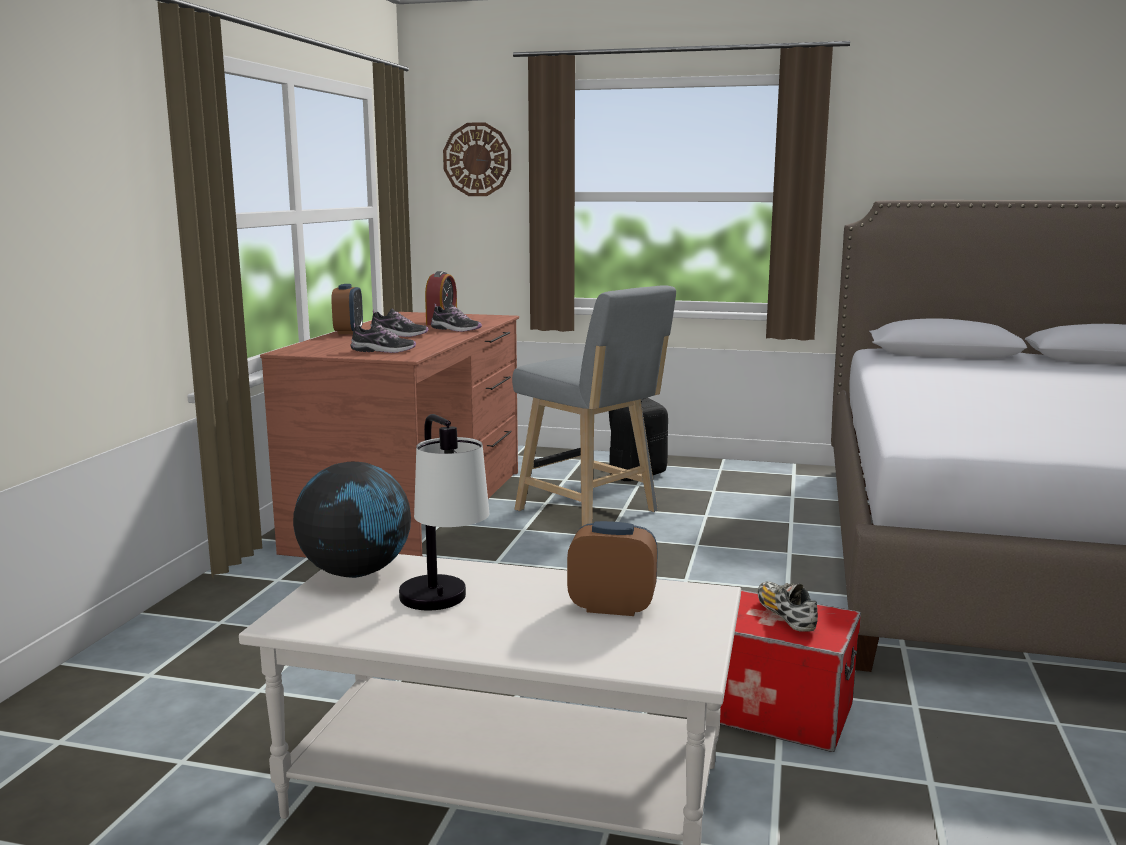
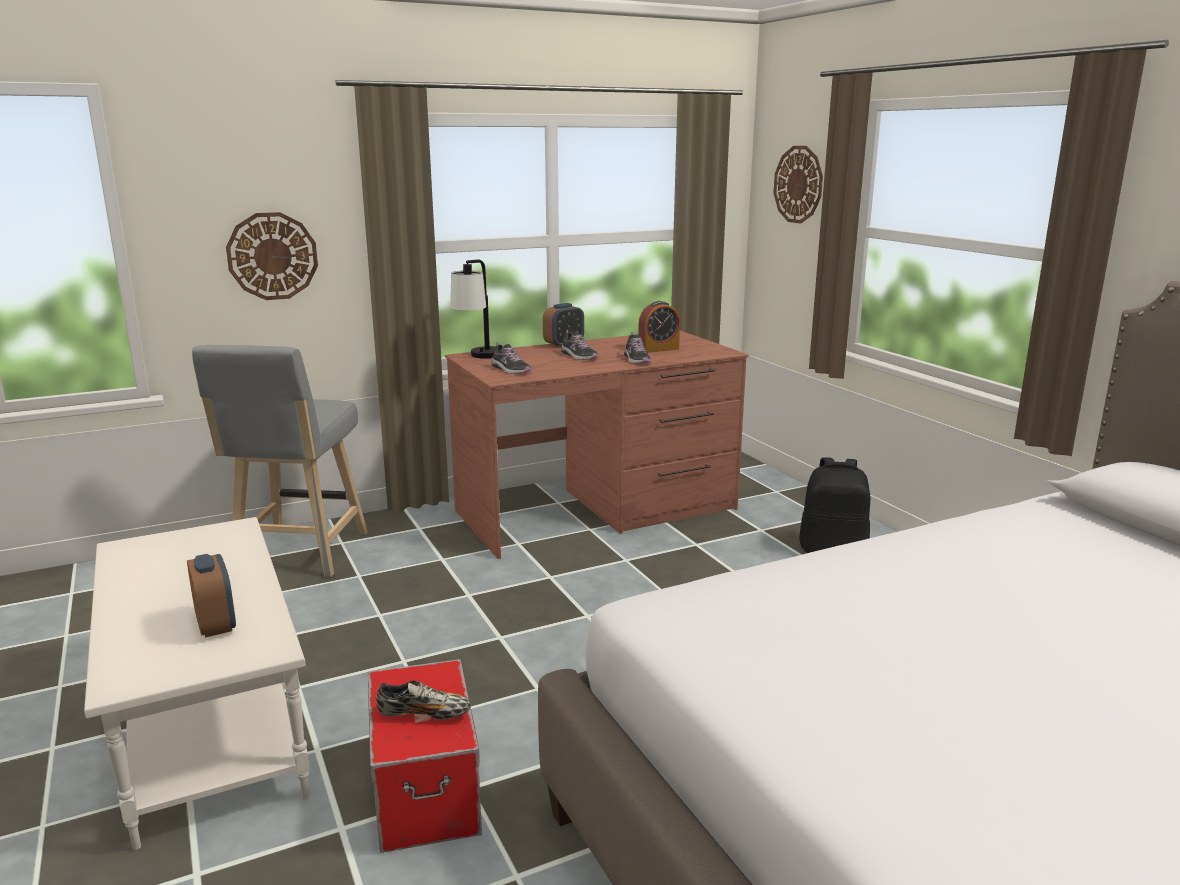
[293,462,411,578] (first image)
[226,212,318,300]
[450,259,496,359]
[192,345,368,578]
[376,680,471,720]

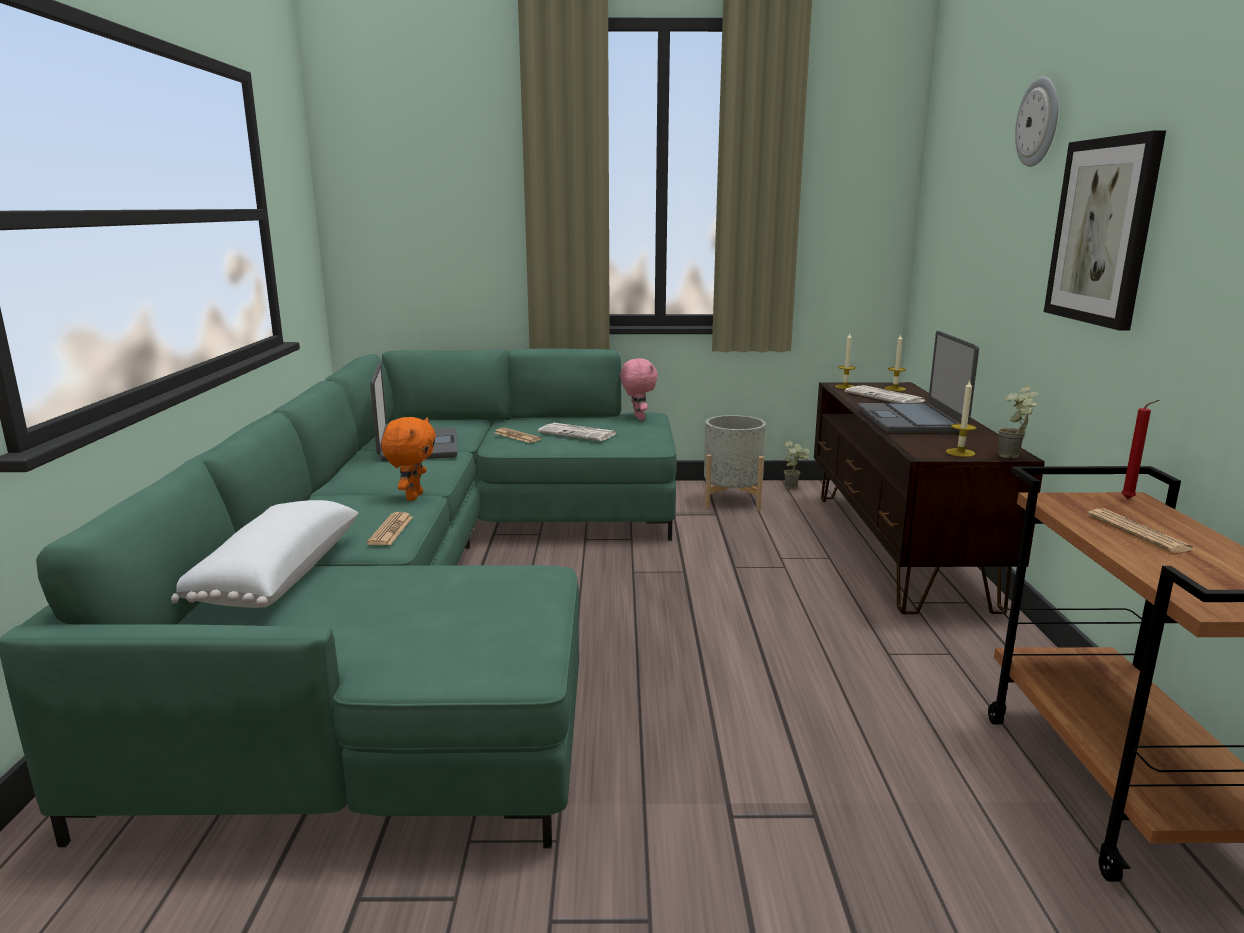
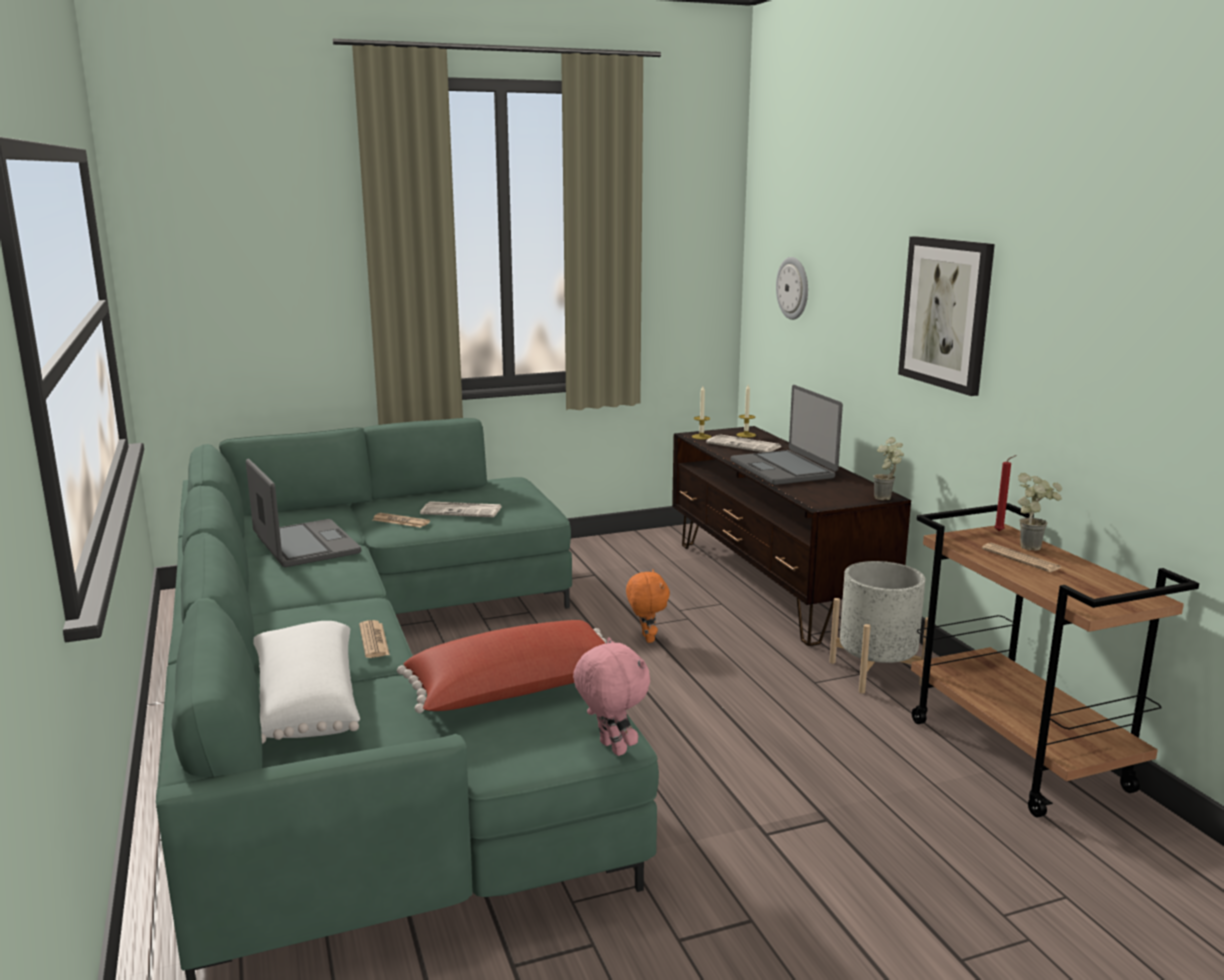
[946,380,977,457] (first image)
[397,620,606,713]
[626,569,670,643]
[573,637,650,756]
[829,561,928,694]
[1018,473,1062,550]
[776,257,808,320]

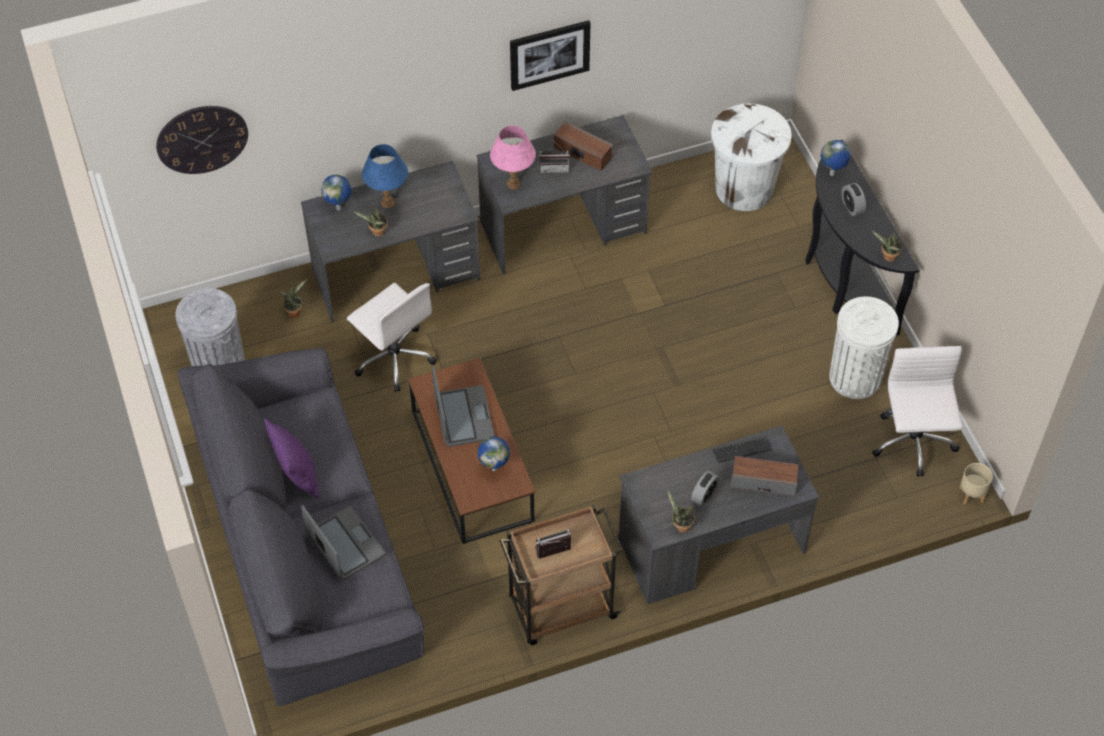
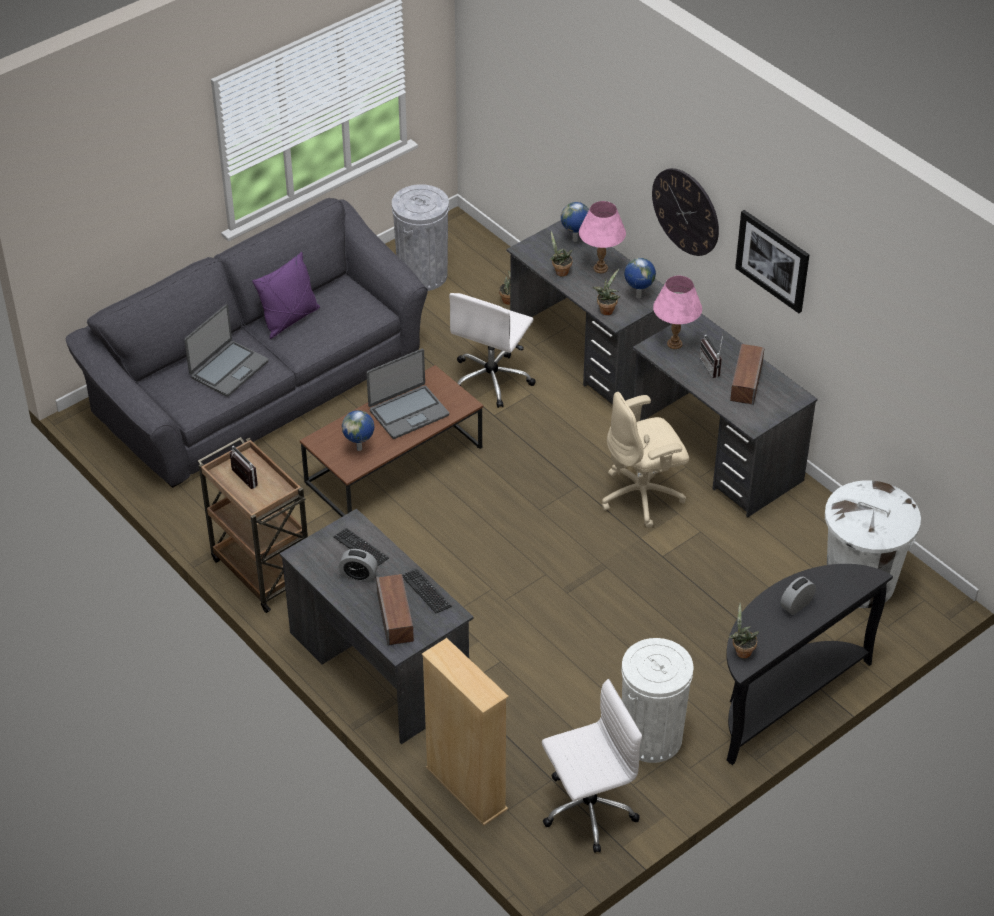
[959,463,993,505] (first image)
[333,528,389,565]
[422,638,509,826]
[602,392,689,528]
[652,168,719,256]
[592,269,620,315]
[624,258,656,298]
[579,201,626,273]

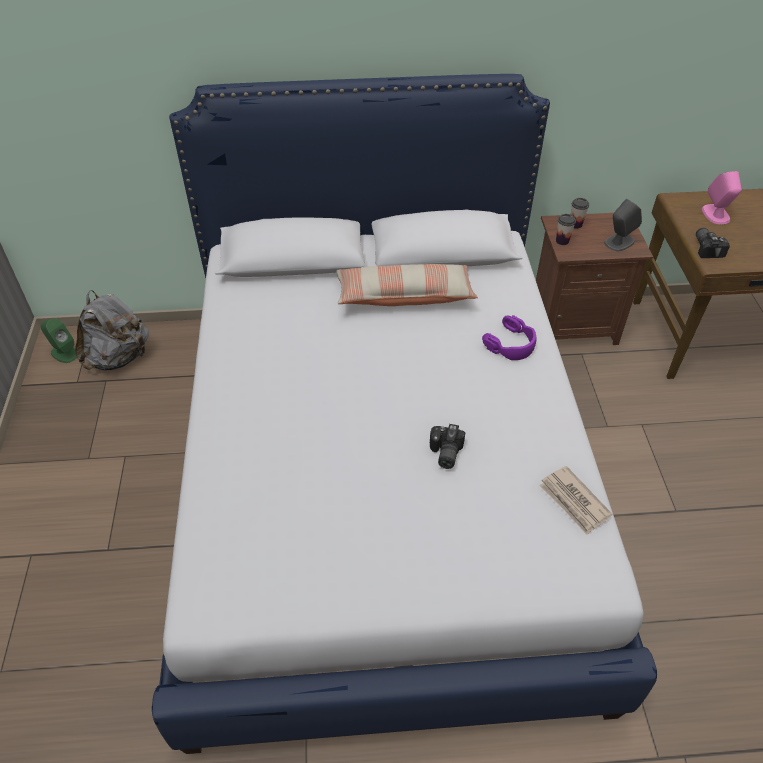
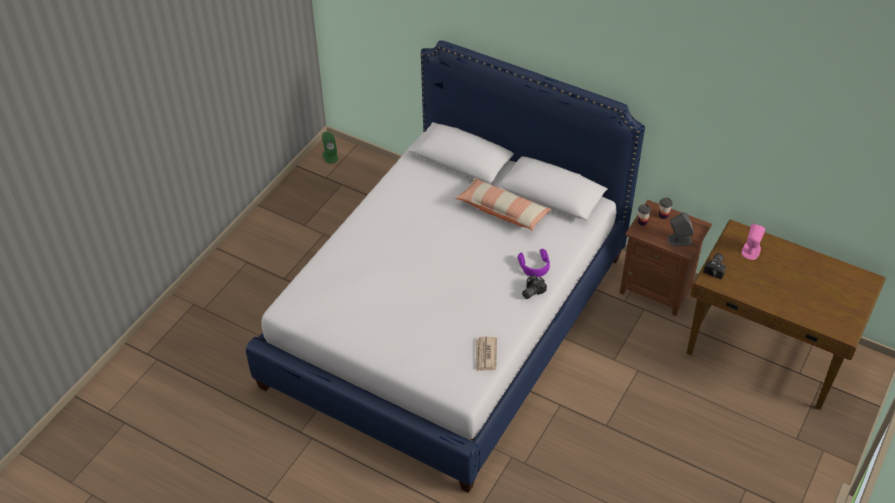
[75,290,149,370] (first image)
[522,275,547,299]

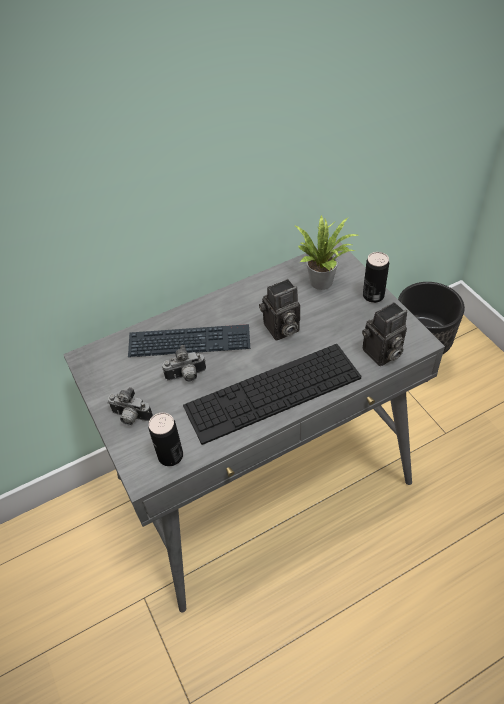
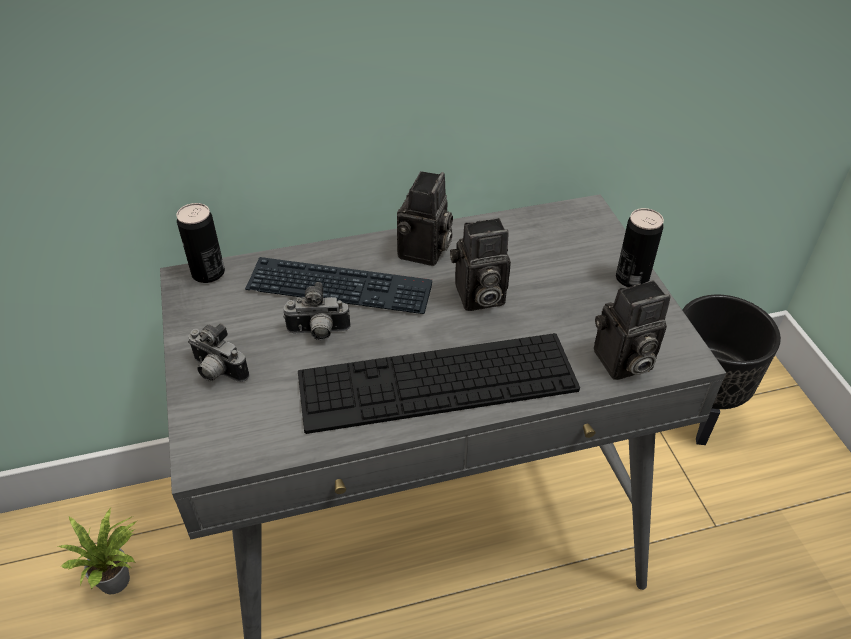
[397,171,453,266]
[176,203,225,283]
[57,508,137,594]

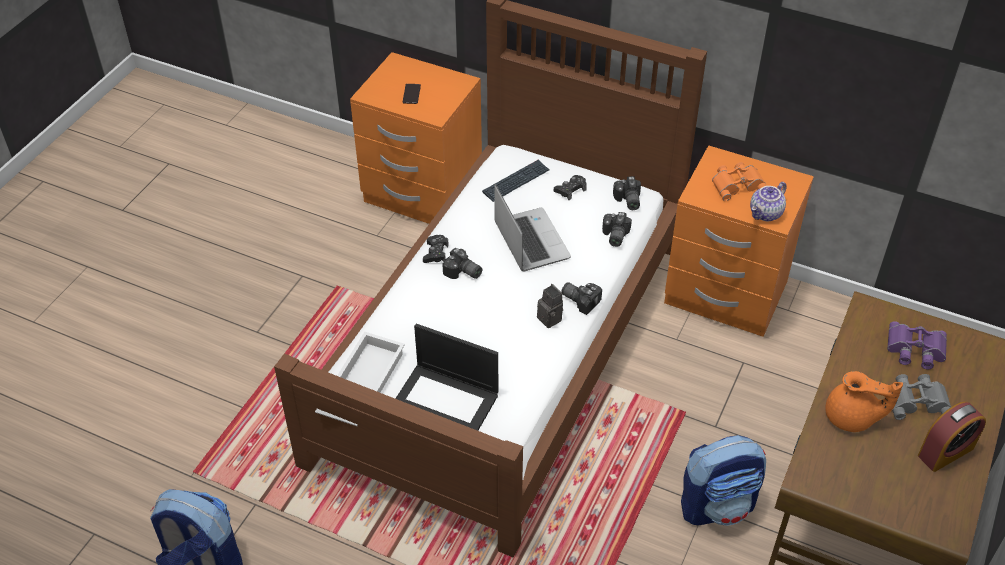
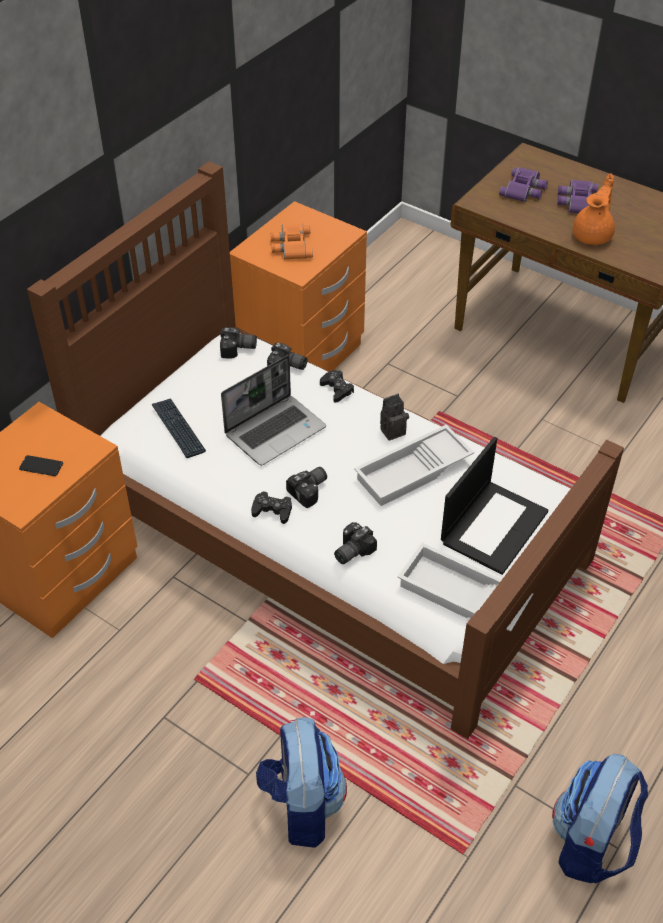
[750,182,787,221] (first image)
[918,402,986,472] (first image)
[354,424,474,506]
[320,370,354,403]
[334,522,377,564]
[256,717,347,848]
[557,180,598,213]
[221,355,326,466]

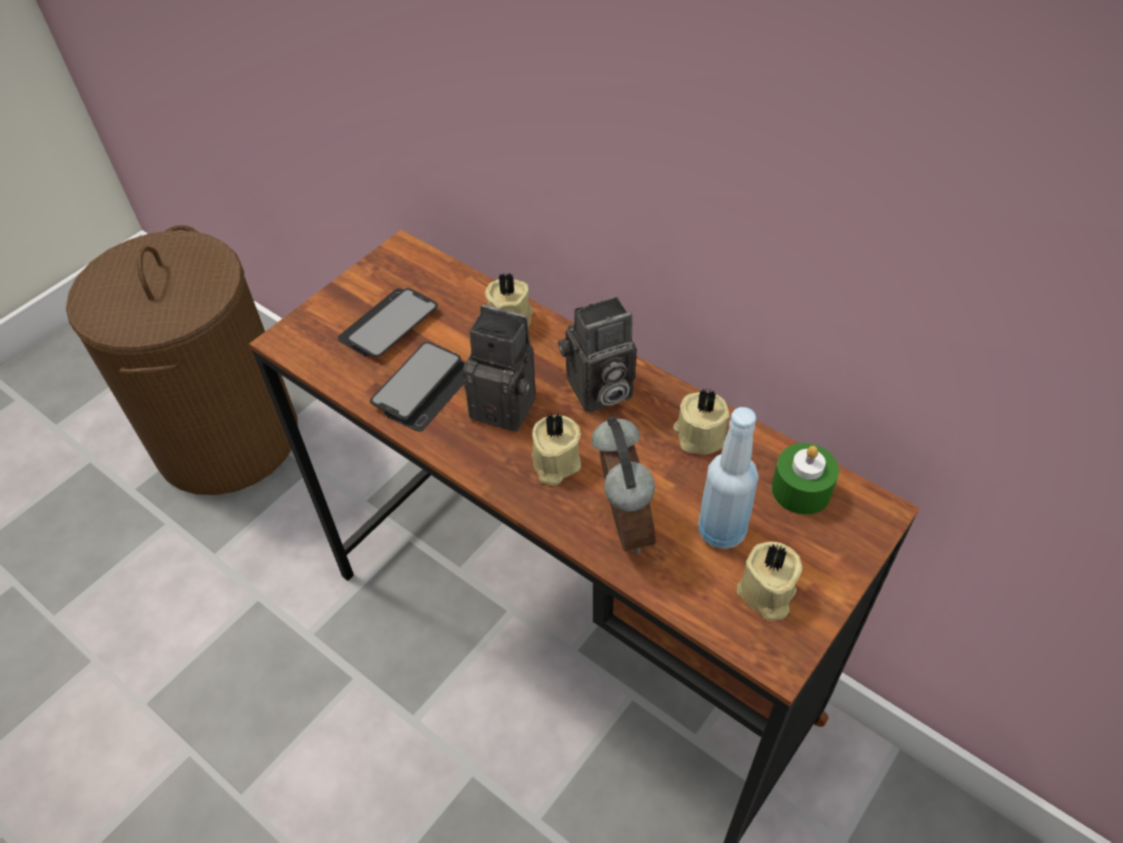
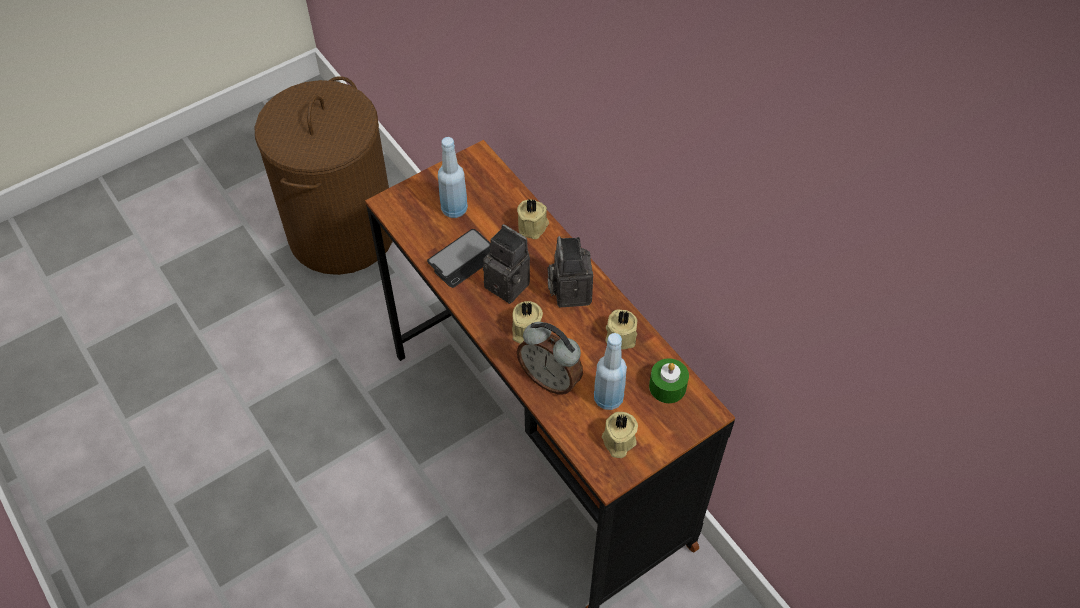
[438,137,468,218]
[547,236,593,307]
[517,322,583,395]

